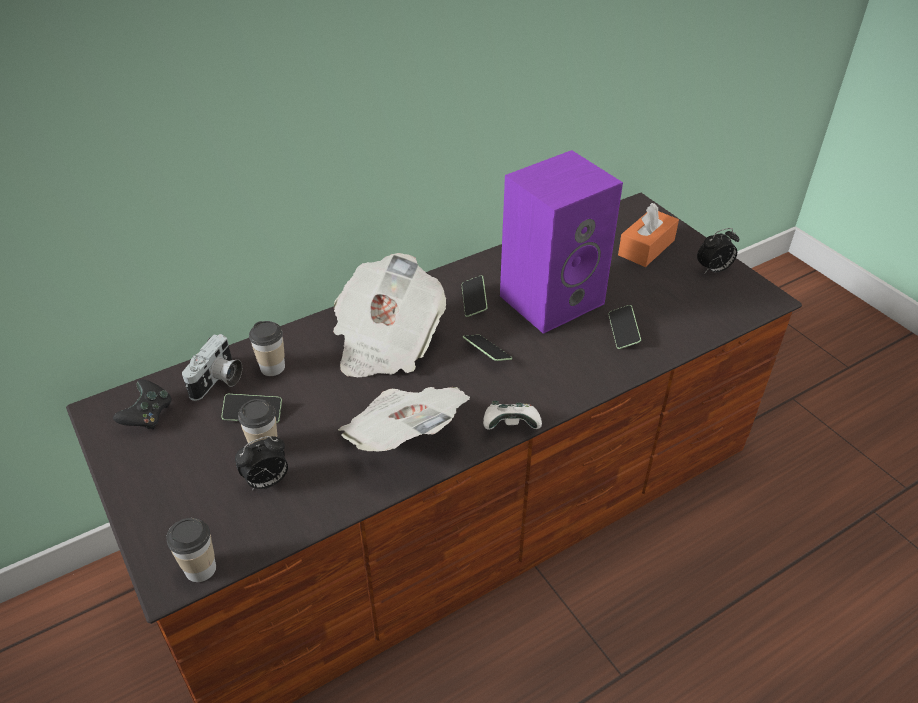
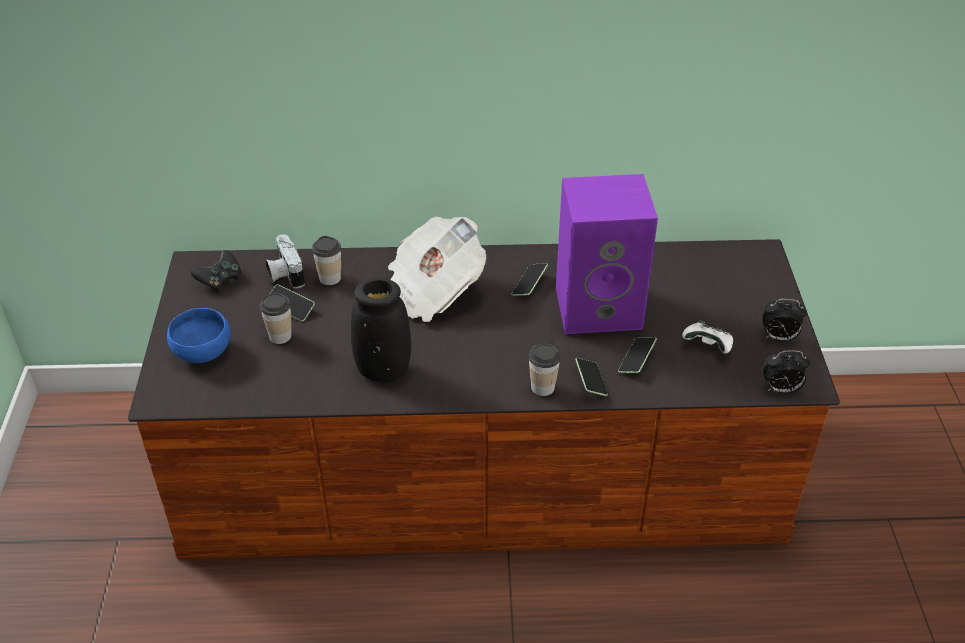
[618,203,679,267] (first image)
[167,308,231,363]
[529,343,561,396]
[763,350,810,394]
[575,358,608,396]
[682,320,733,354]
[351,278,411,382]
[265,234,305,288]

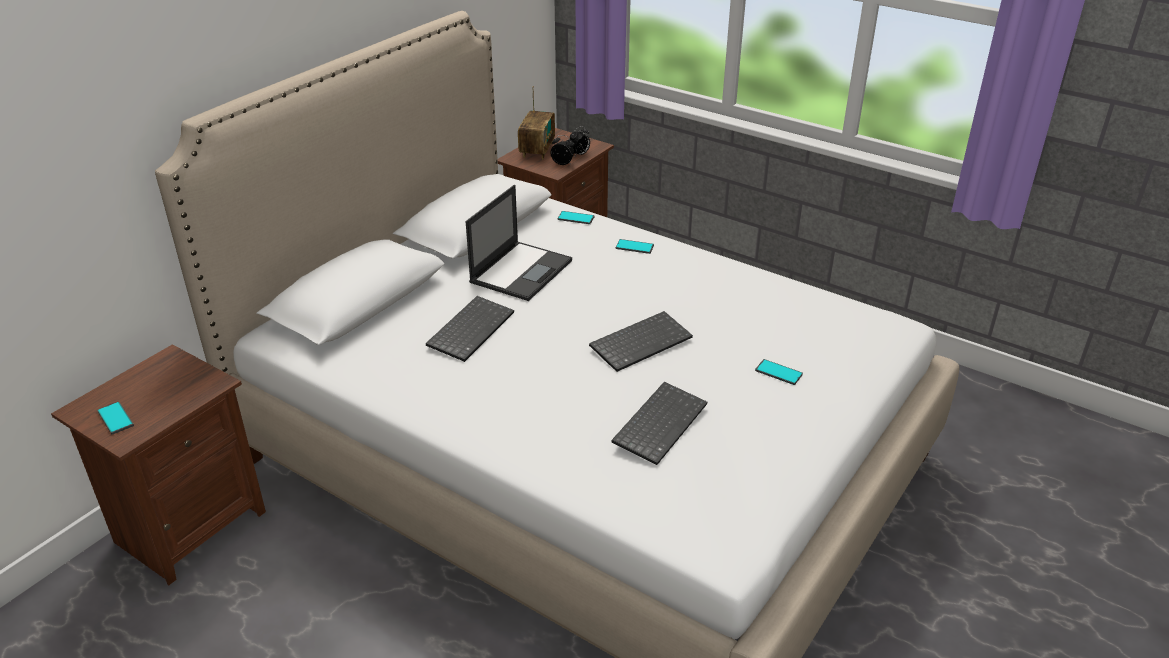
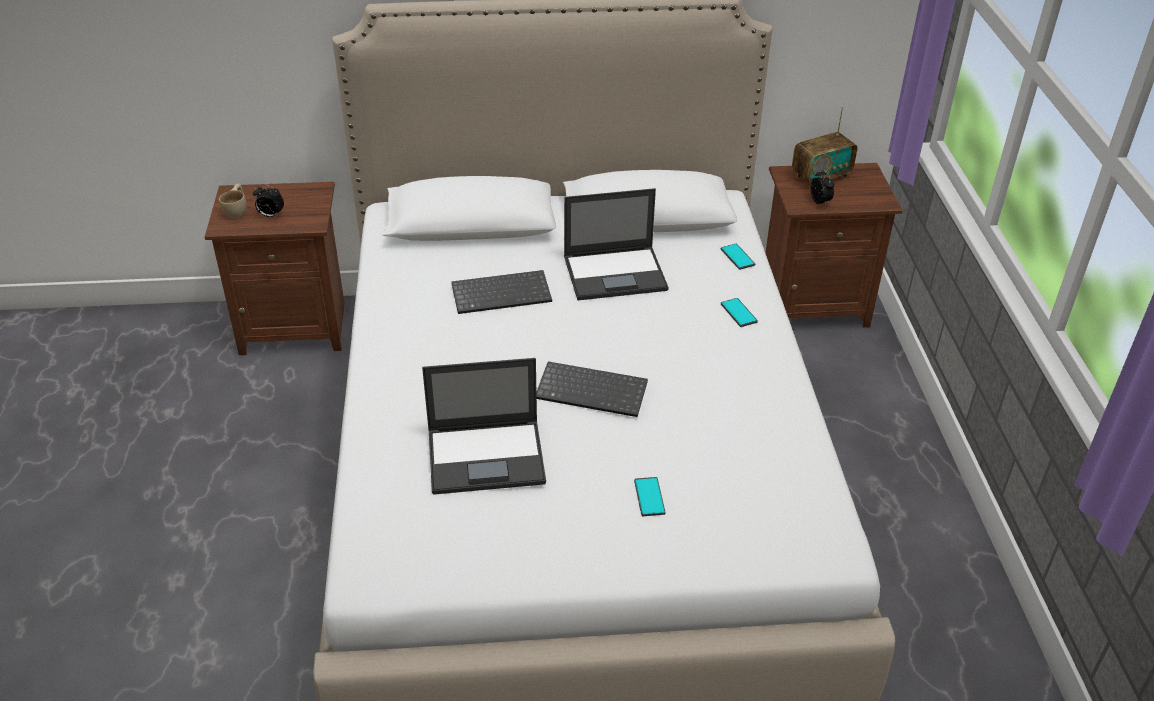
[253,184,284,217]
[219,184,247,219]
[422,358,546,495]

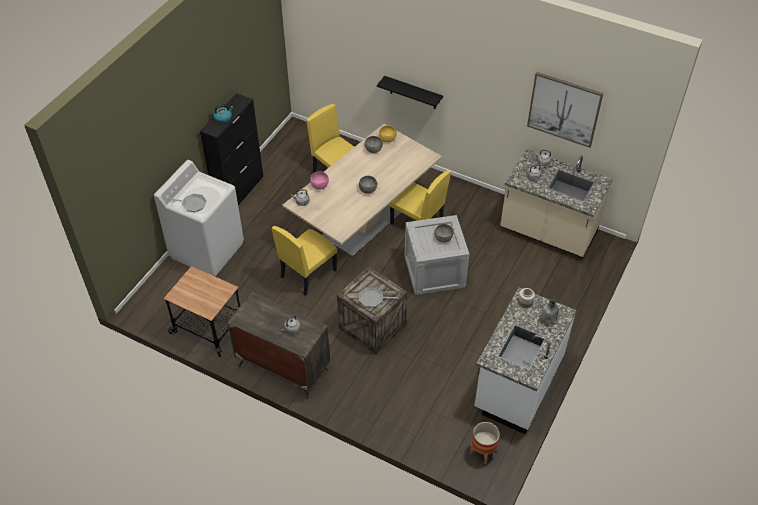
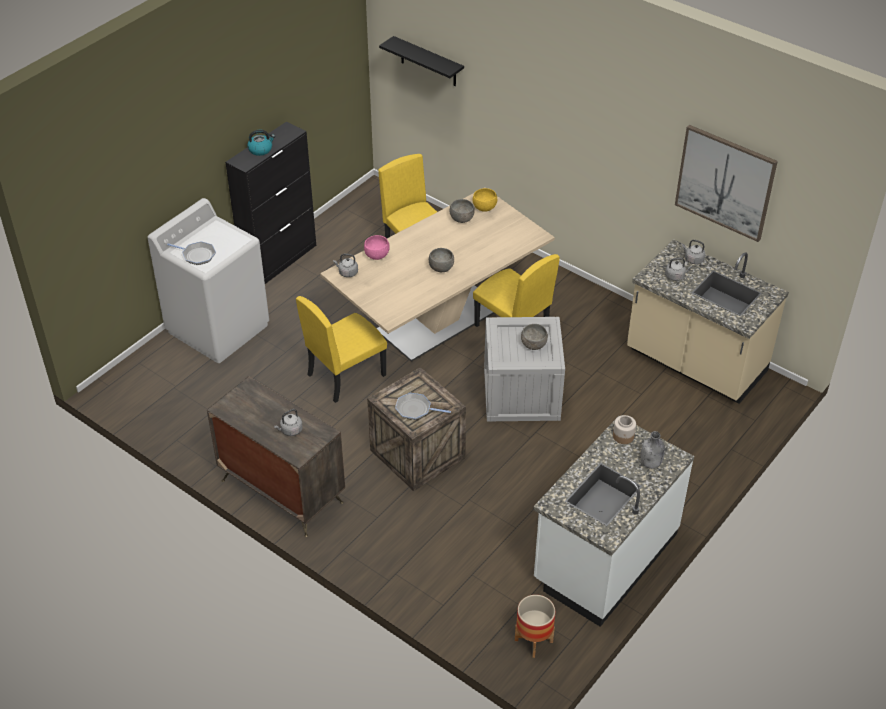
[163,266,240,357] (first image)
[379,36,464,86]

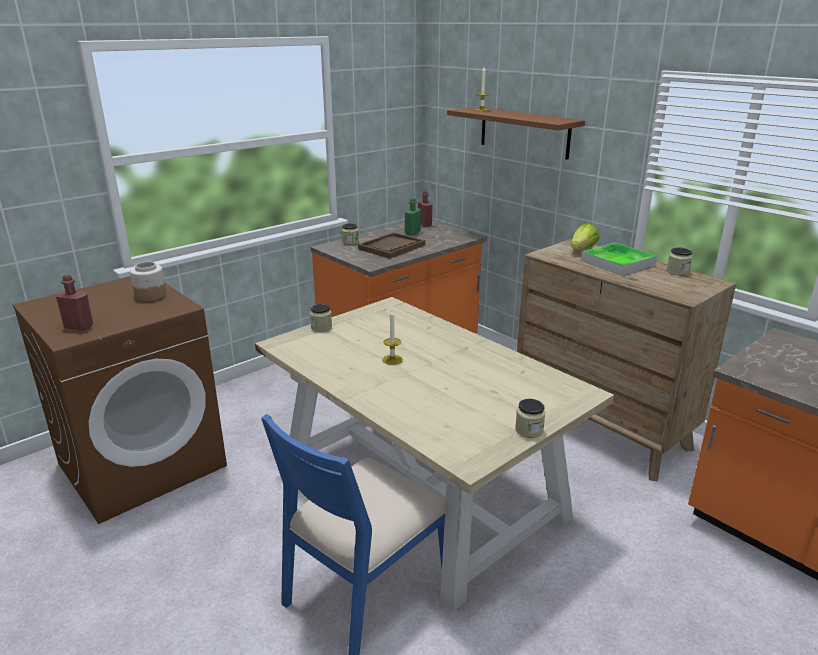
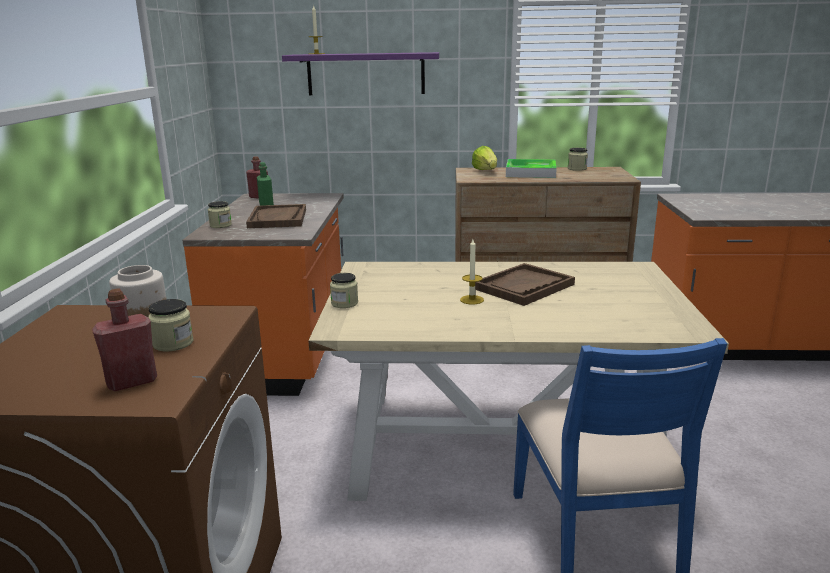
[475,263,575,306]
[148,299,193,351]
[282,52,439,95]

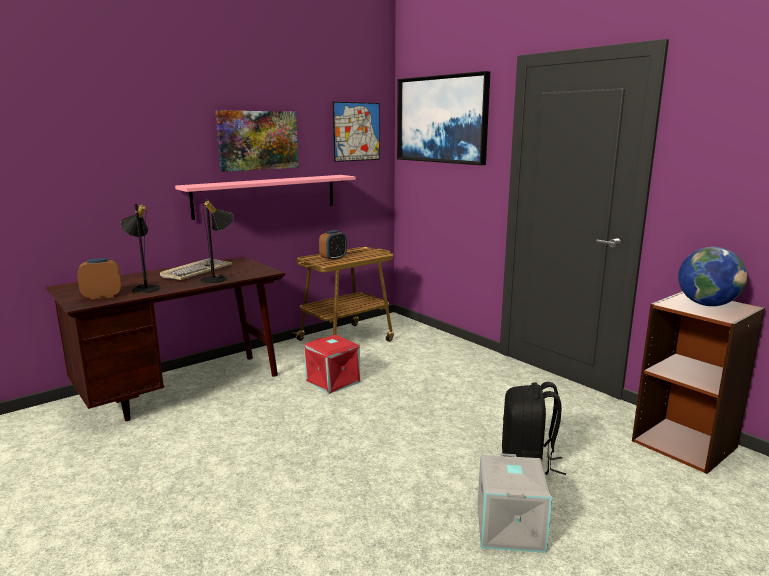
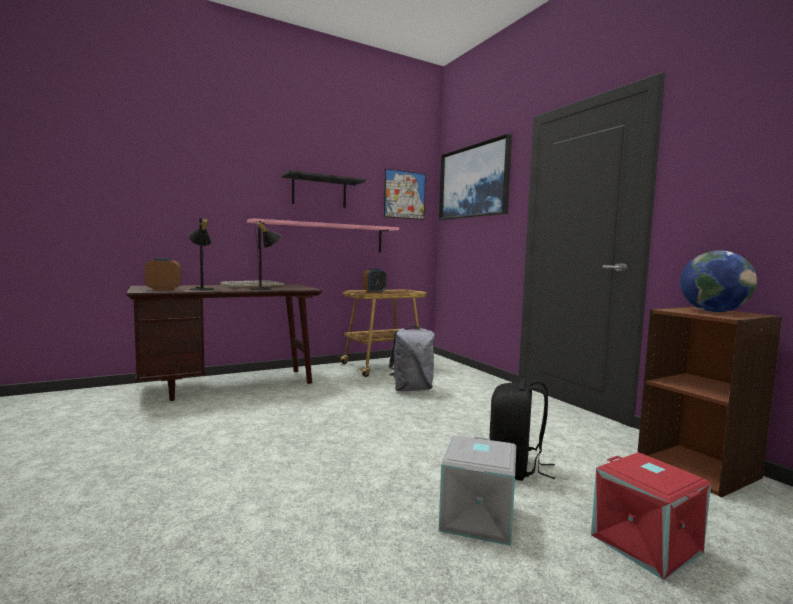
[388,326,435,391]
[591,452,711,580]
[281,170,366,208]

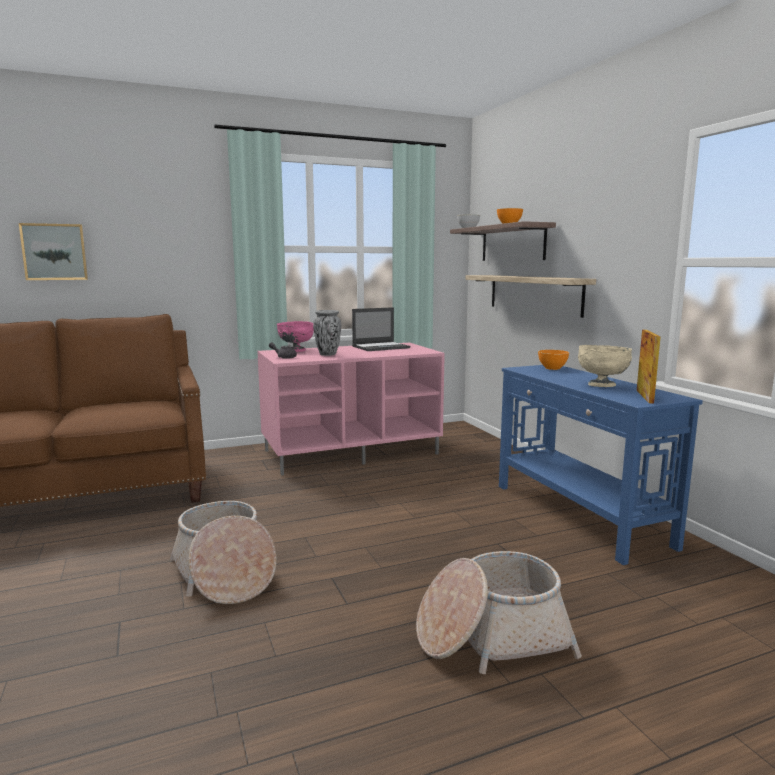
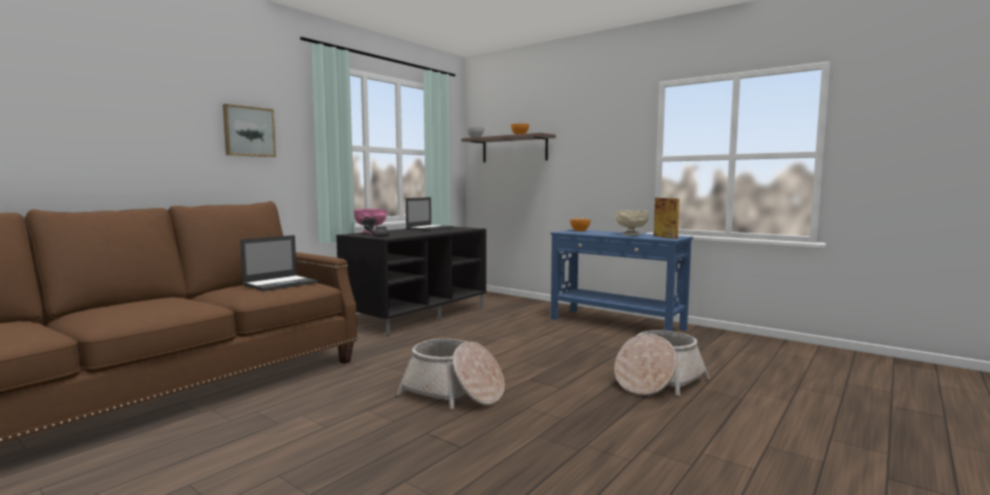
[313,310,341,356] (first image)
[465,275,596,318] (first image)
[240,235,318,291]
[223,104,276,157]
[336,227,486,337]

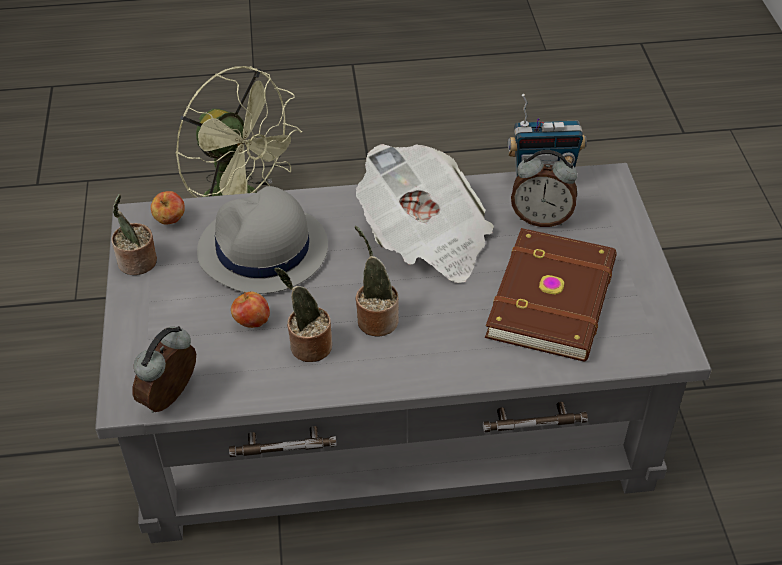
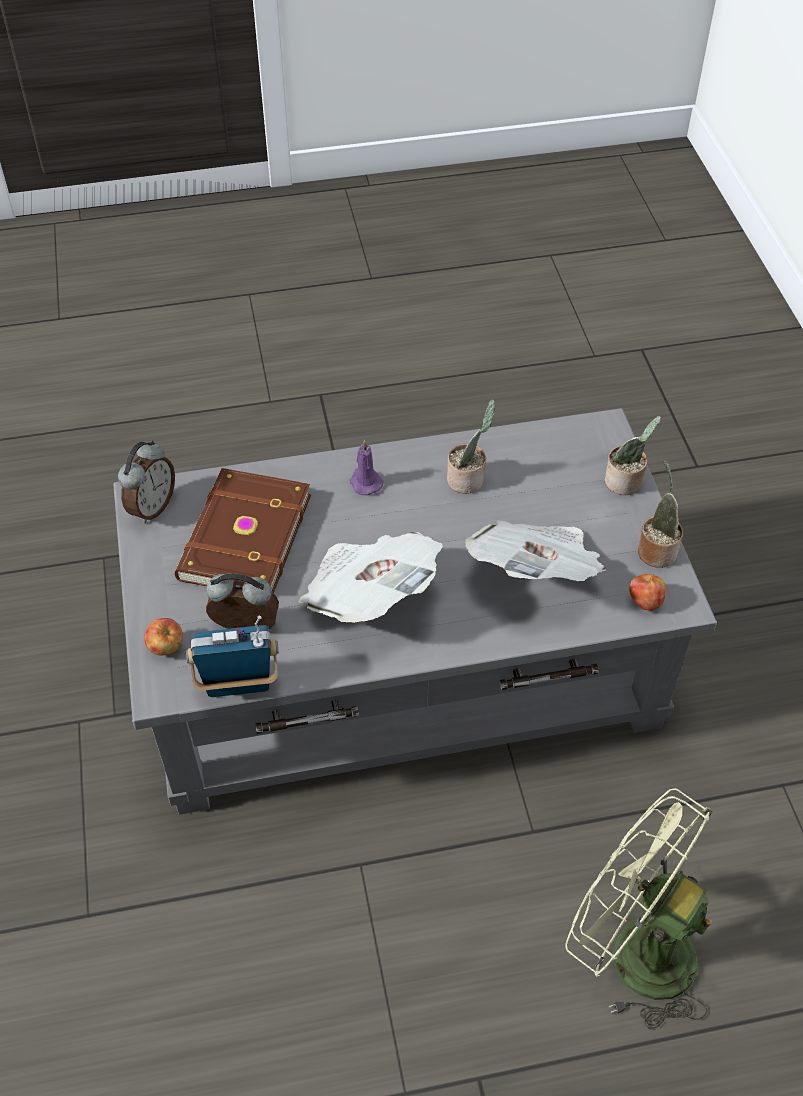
[350,440,384,495]
[118,440,175,523]
[144,618,183,655]
[605,416,661,495]
[465,520,606,581]

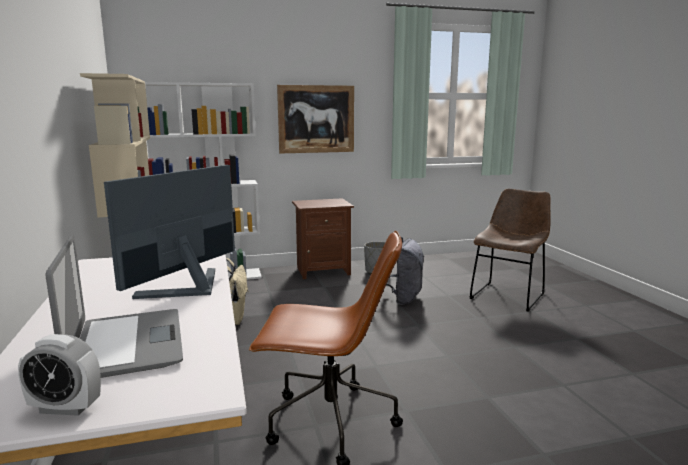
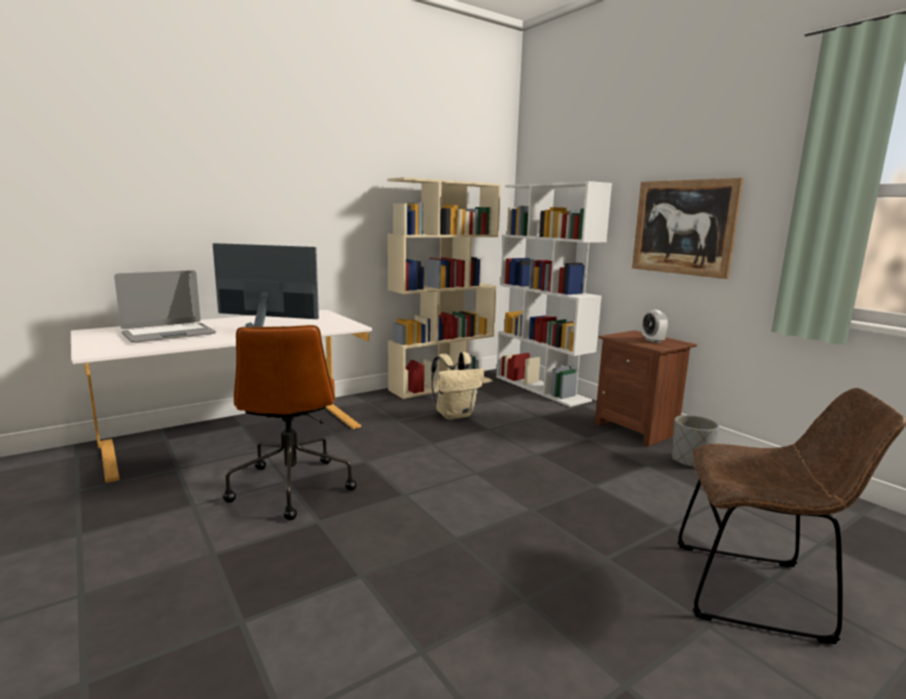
[374,237,424,305] (first image)
[642,310,668,343]

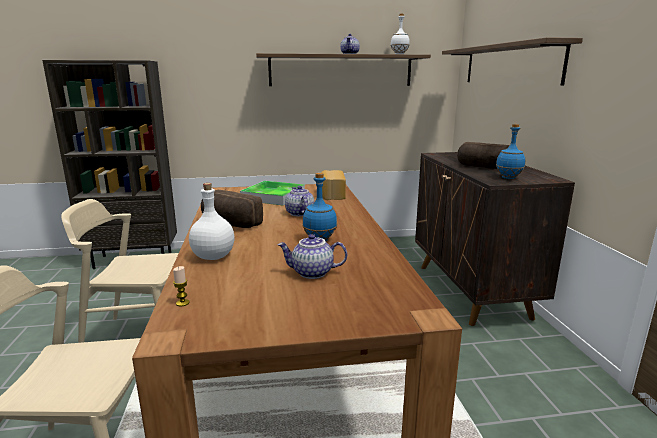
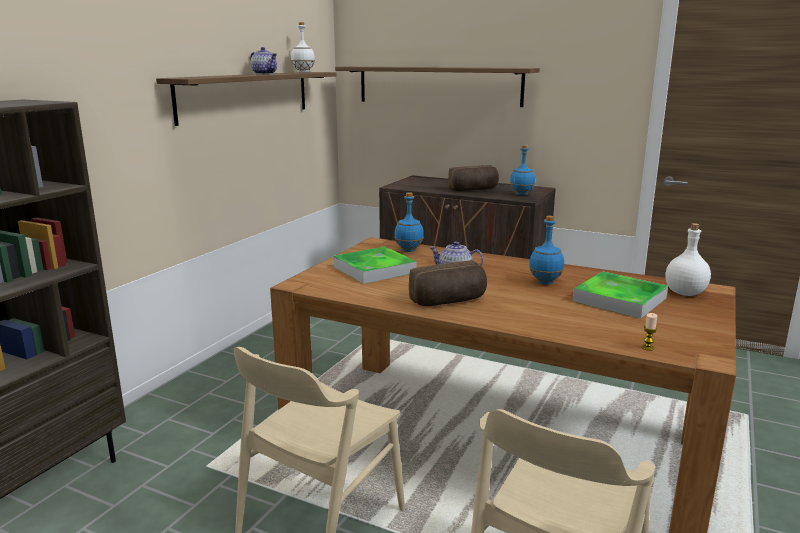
[665,223,711,296]
[573,272,668,319]
[394,192,424,252]

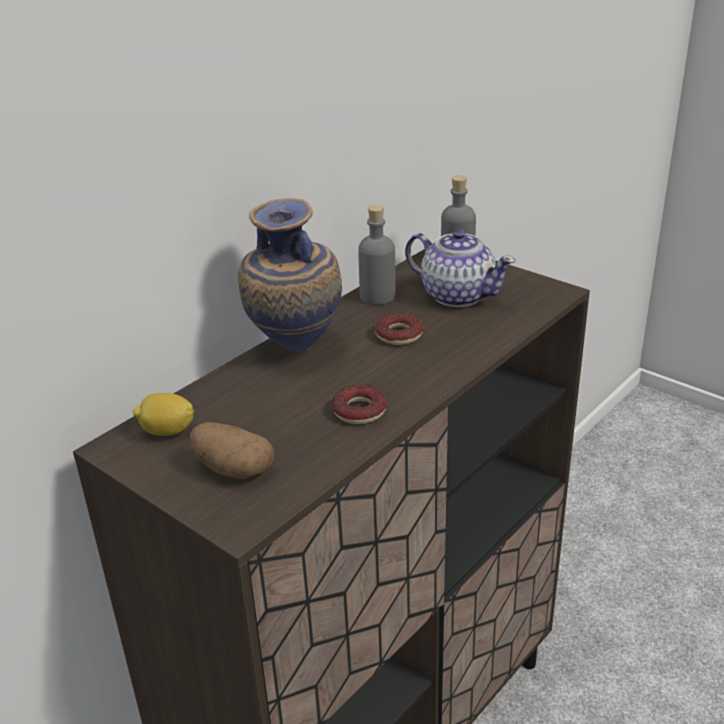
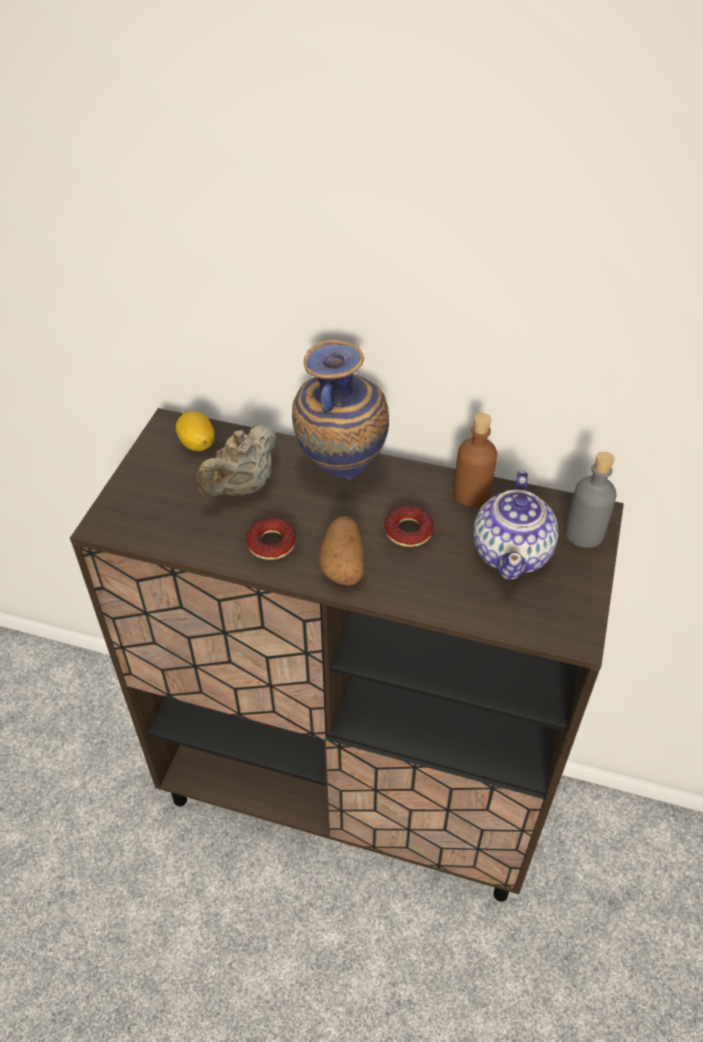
[197,425,277,498]
[319,516,364,586]
[453,413,497,507]

